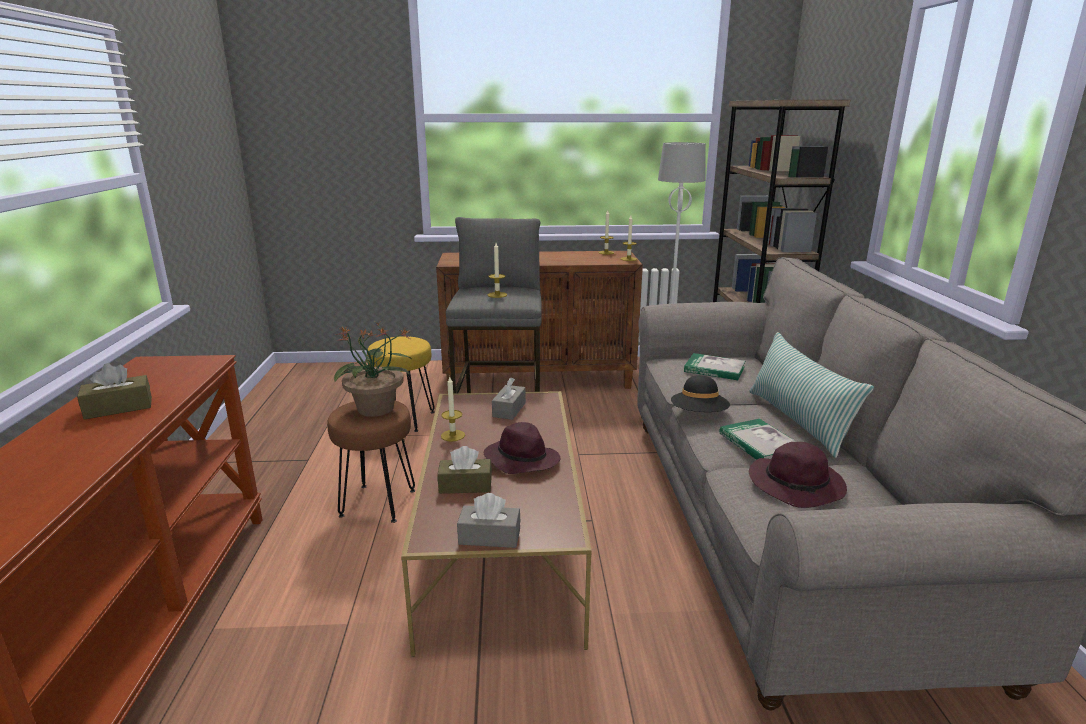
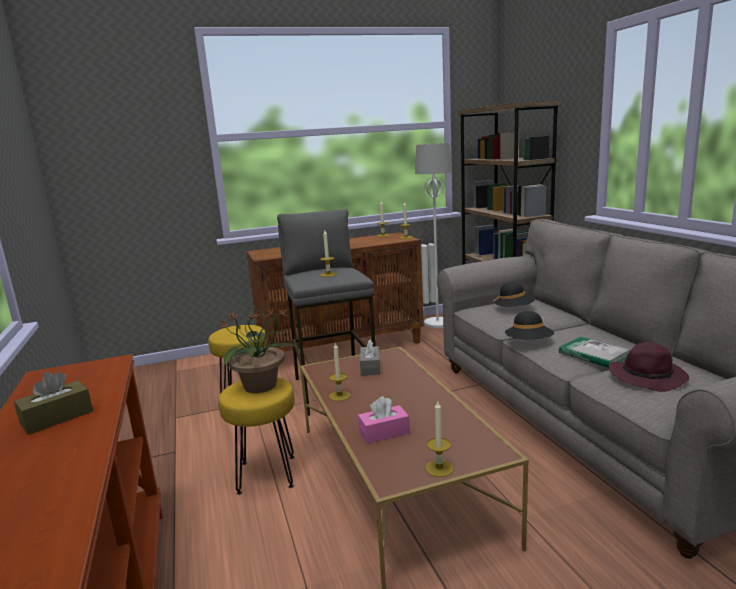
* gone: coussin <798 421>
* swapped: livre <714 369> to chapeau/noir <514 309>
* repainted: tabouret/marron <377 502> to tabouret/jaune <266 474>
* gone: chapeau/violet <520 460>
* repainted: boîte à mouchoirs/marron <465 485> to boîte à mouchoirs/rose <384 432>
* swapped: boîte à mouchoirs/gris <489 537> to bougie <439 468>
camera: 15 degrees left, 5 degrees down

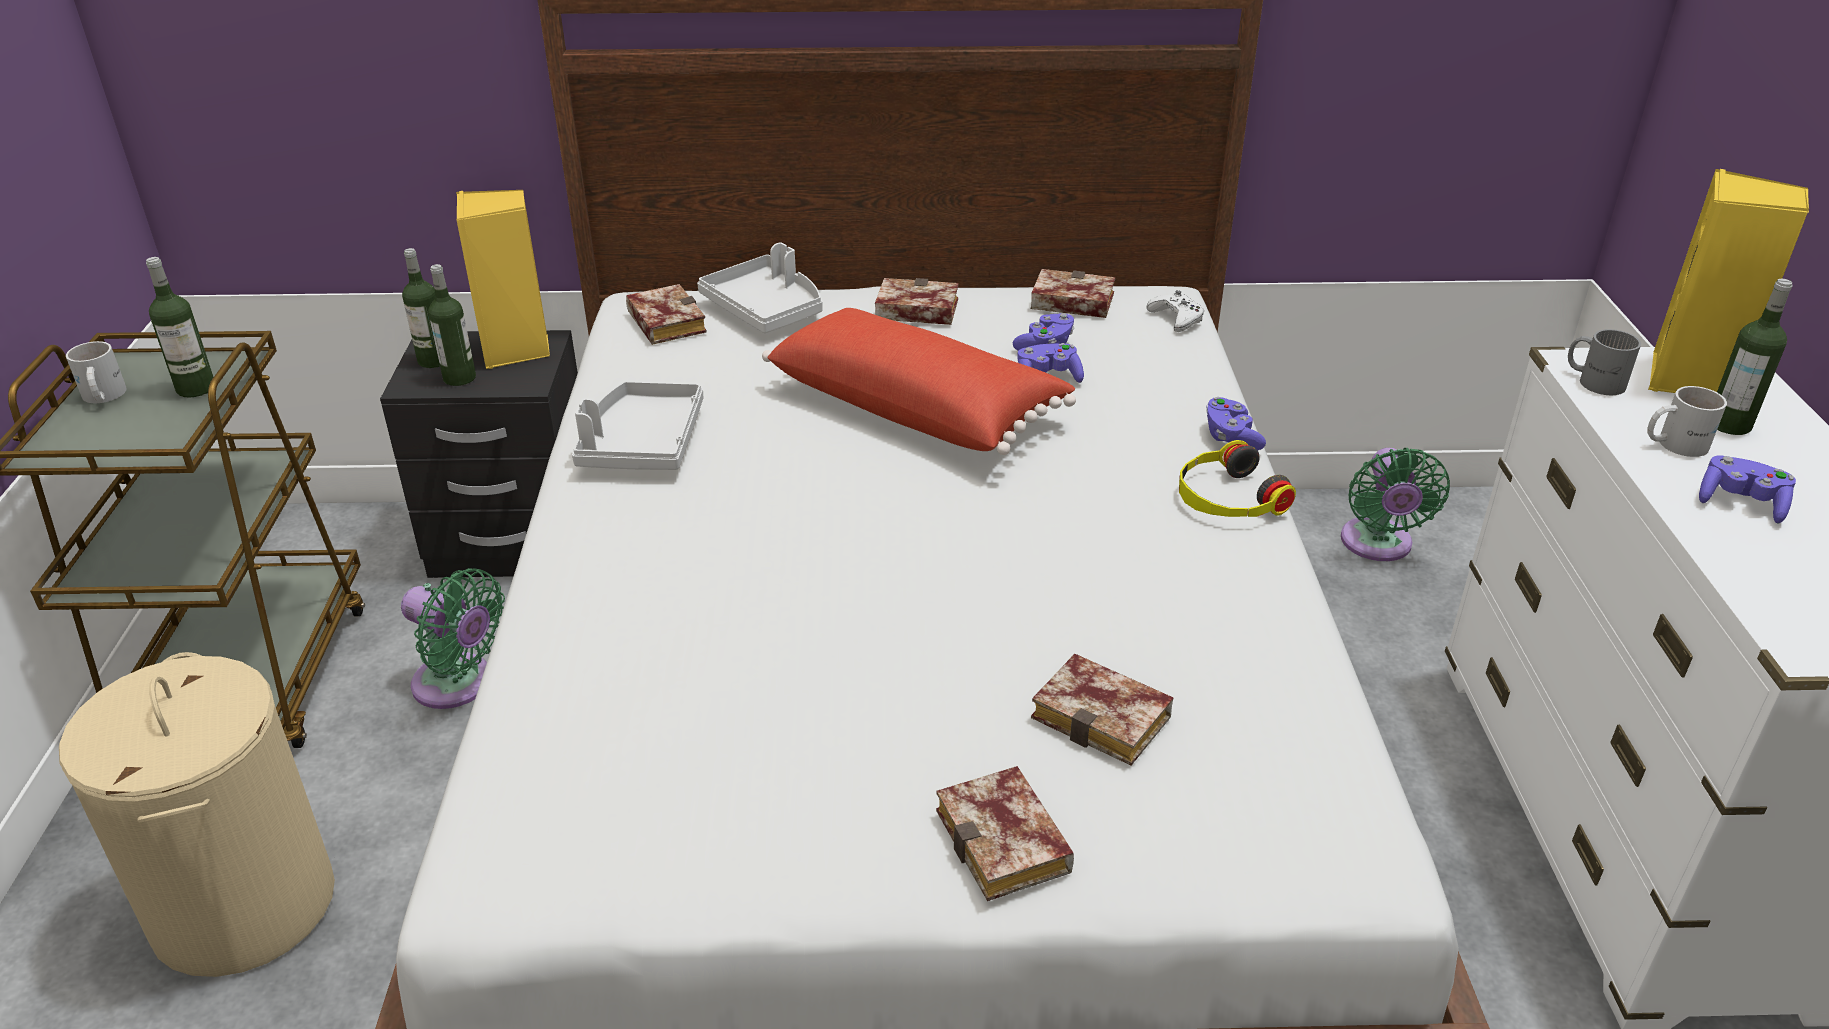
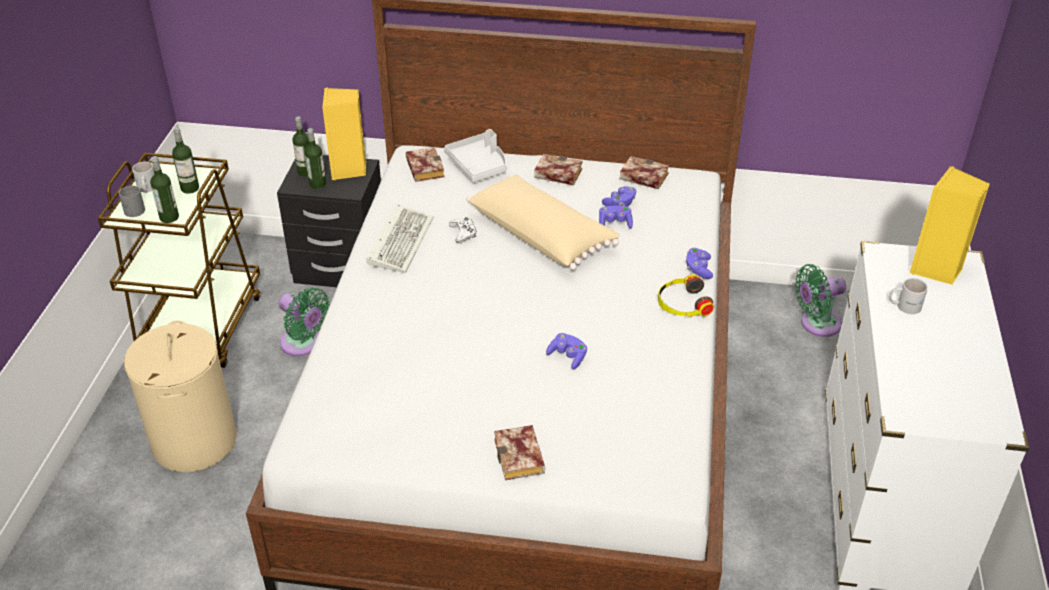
* shifted: bouteille <1729 424> to <169 217>
* shifted: manette/blanc <1176 318> to <463 233>
* repainted: coussin/rouge <917 408> to coussin/beige <542 234>
* shifted: mug/gris <1594 380> to <133 208>
* swapped: plateau/gris <642 443> to clavier <400 240>
* rotated: ventilateur/vert <1377 545> = <816 324> 60 degrees clockwise
* shifted: manette/violet <1740 503> to <568 356>
* gone: livre <1107 718>
camera: 10 degrees right, 5 degrees up

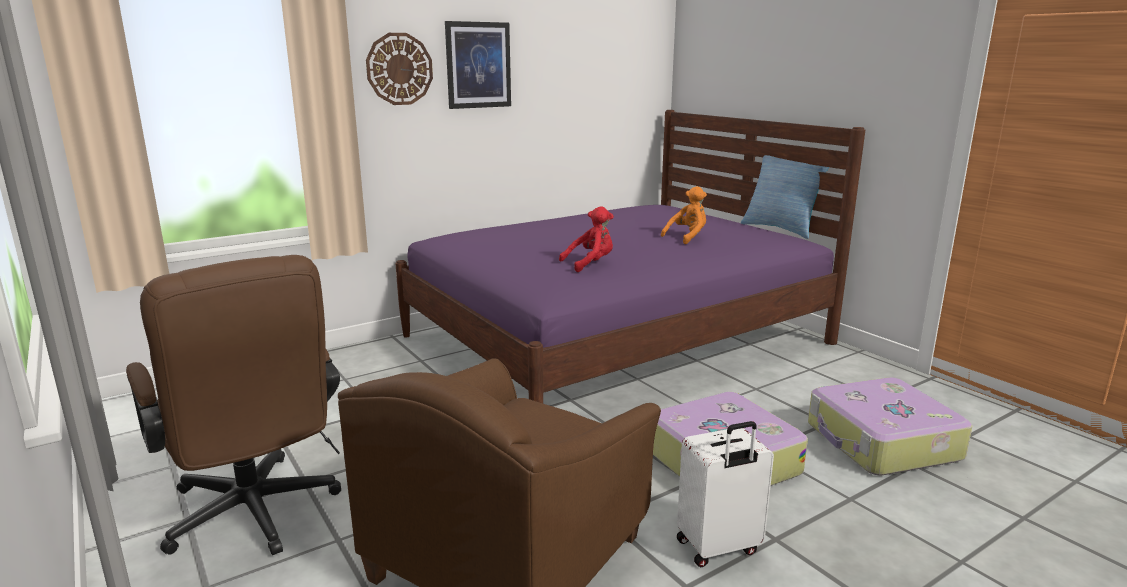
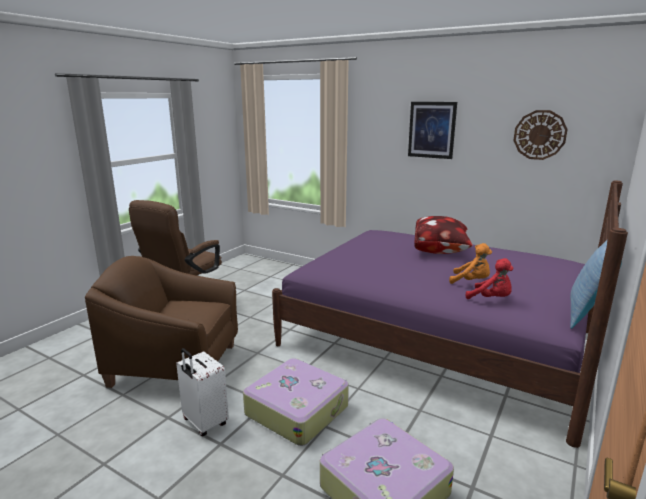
* shifted: horloge murale <399 69> to <539 135>
* shifted: peluche/rouge <590 264> to <491 299>
* new: coussin <440 251>
camera: 65 degrees right, 0 degrees up

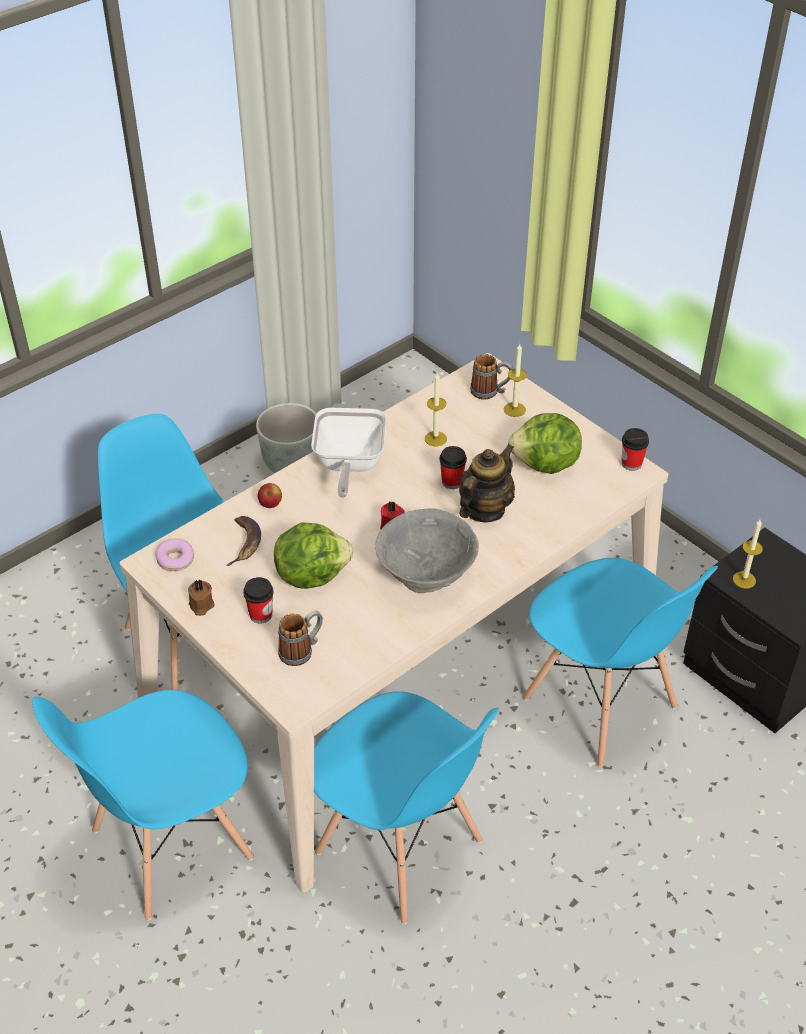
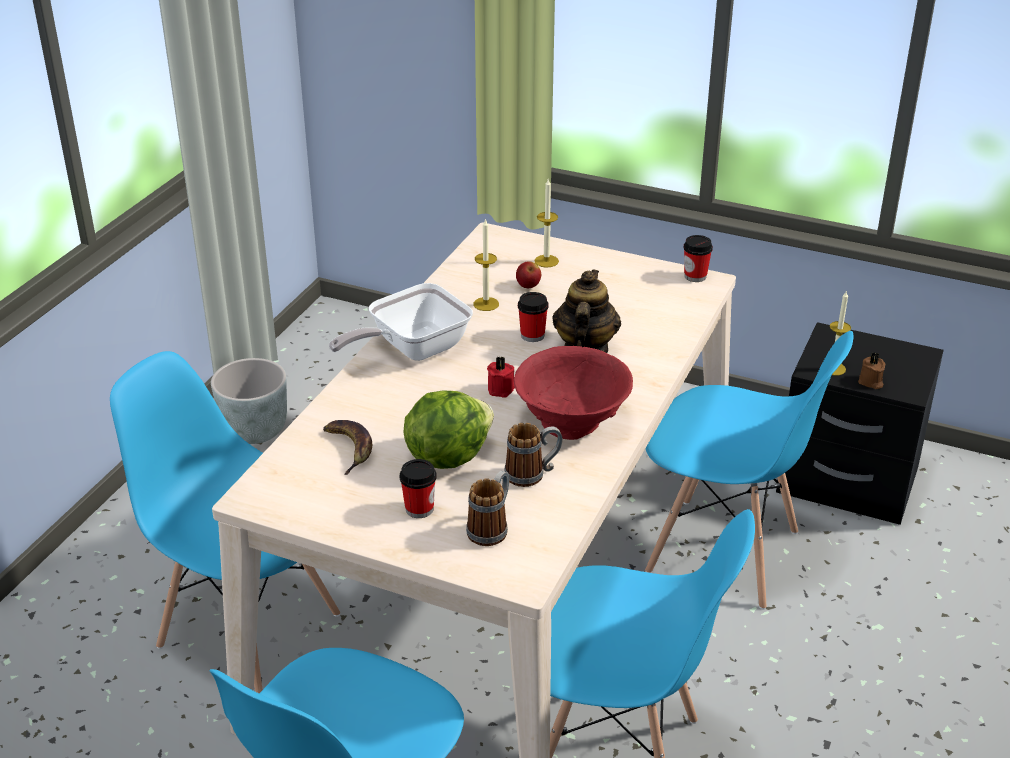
* shifted: mug <490 392> to <533 474>
* rotated: poêle <348 465> = <412 349> 75 degrees clockwise
* gone: laitue <545 465>
* shifted: pomme <270 504> to <528 286>
* repainted: bol/gris <426 576> to bol/rouge <572 422>
* gone: beignet <175 560>
* shifted: bougie/marron <201 605> to <870 382>
camera: 25 degrees left, 10 degrees down

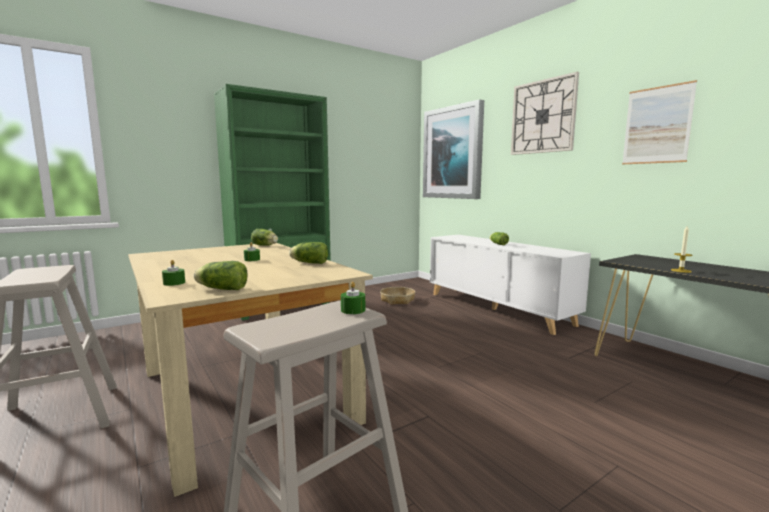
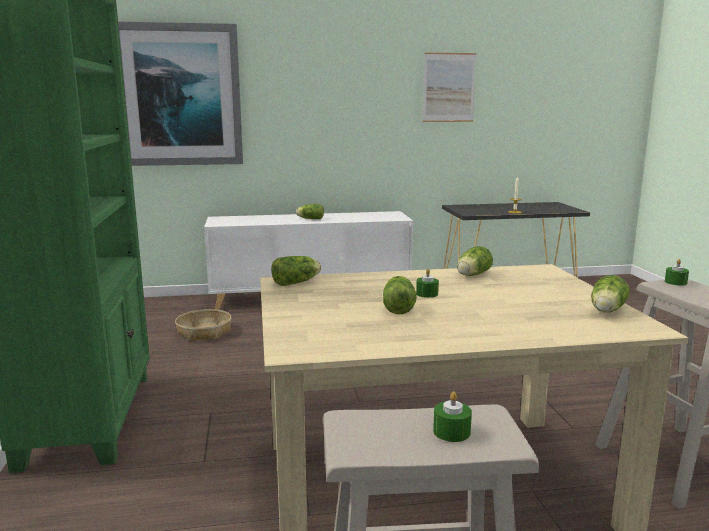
* gone: horloge murale <543 116>
* shifted: bougie/vert <174 283> to <451 432>
* new: laitue <398 307>
camera: 65 degrees left, 5 degrees up

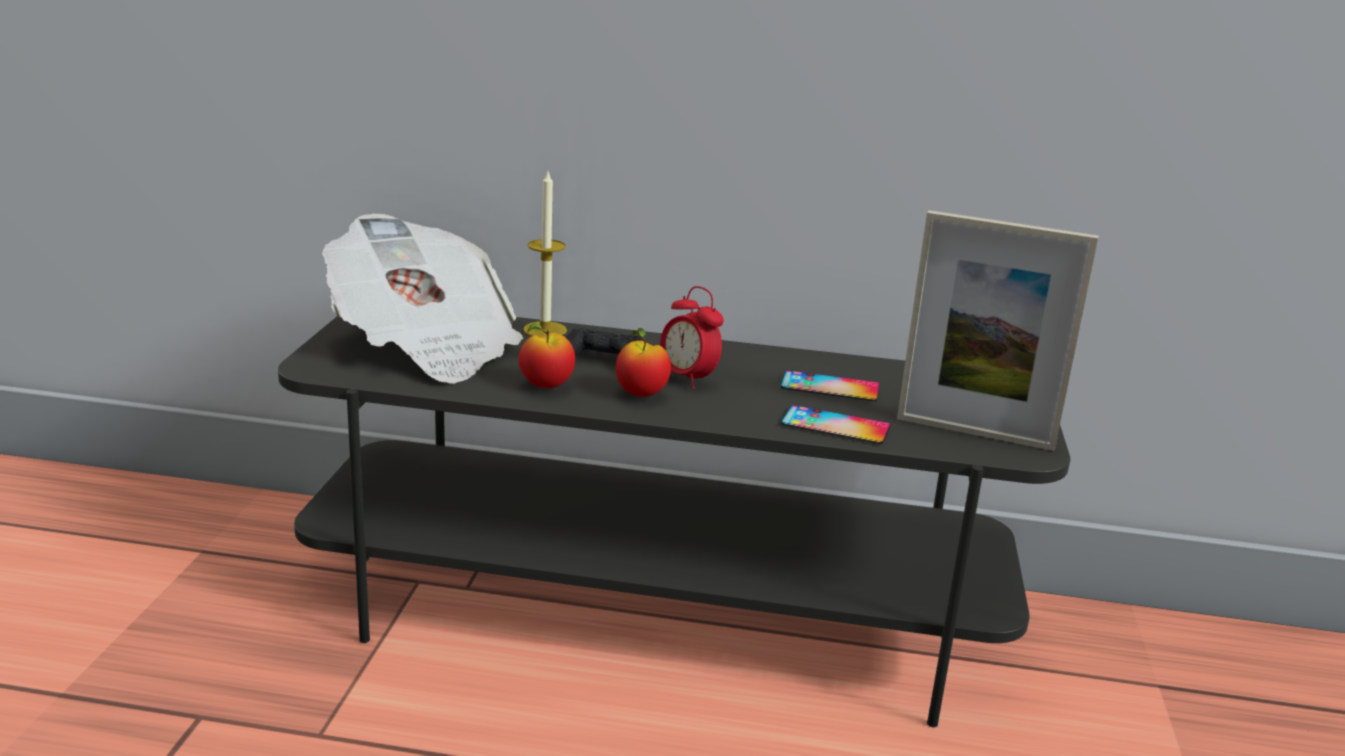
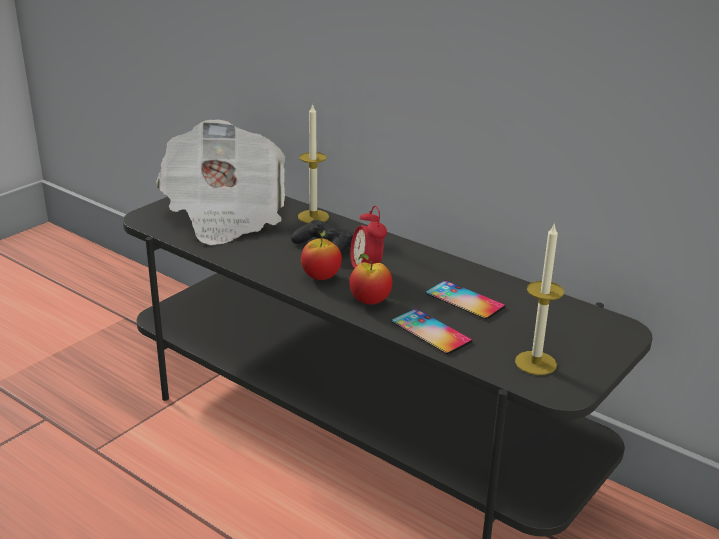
* swapped: cadre photo <974 432> to bougie <535 363>
* shifted: pomme <546 386> to <370 301>
camera: 30 degrees right, 5 degrees up

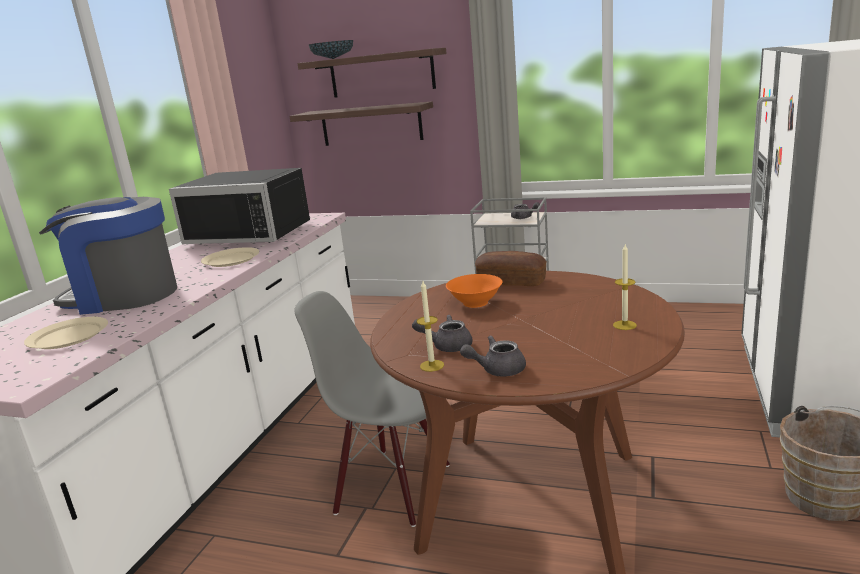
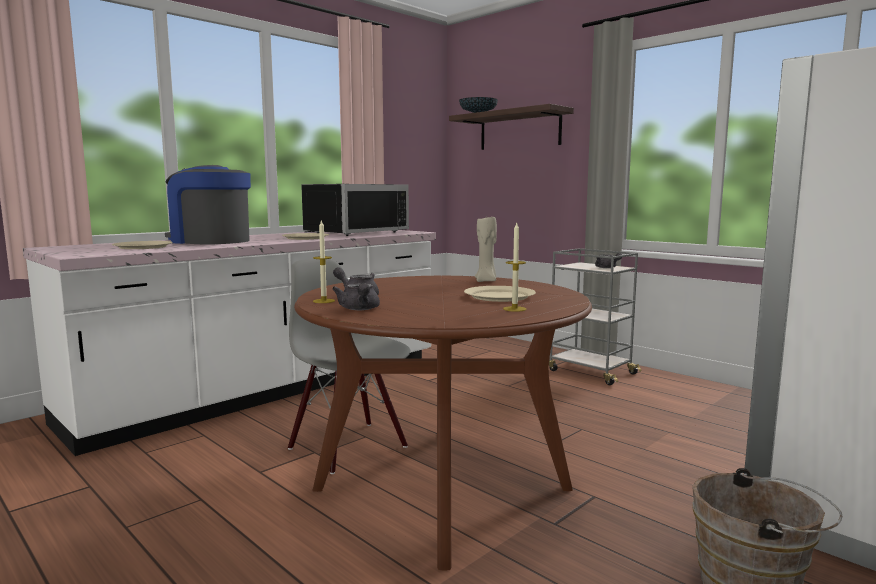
* gone: étagère <371 124>
* rotated: micro-ondes/noir <254 233> = <352 232> 90 degrees counterclockwise
* swapped: pain <511 282> to bougie/beige <486 281>
* gone: bol/orange <476 303>
* rotated: théière/gris <497 370> = <359 309> 120 degrees counterclockwise
* new: assiette/beige <499 296>
camera: 25 degrees right, 10 degrees down

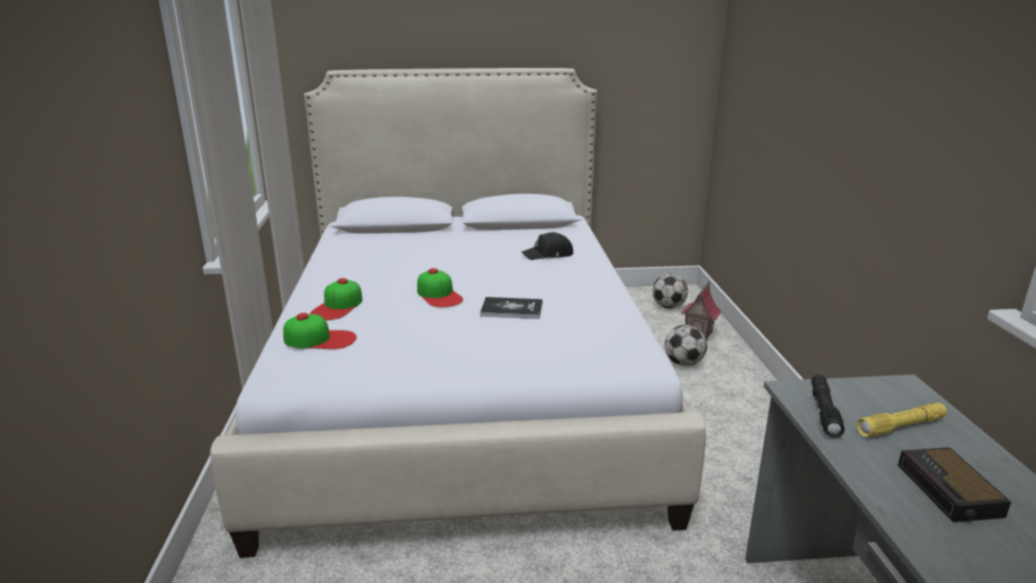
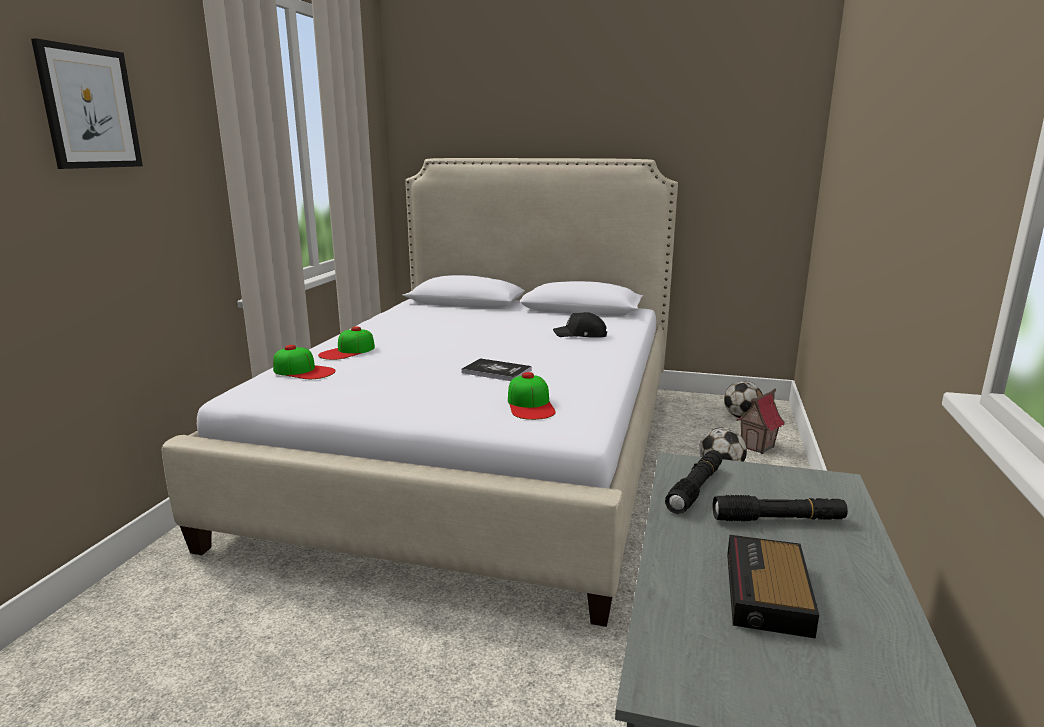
* shifted: casquette <439 295> to <530 405>
* repainted: lampe de poche/jaune <901 427> to lampe de poche/noir <778 519>
* new: tableau <89 108>
camera: 20 degrees right, 5 degrees down

